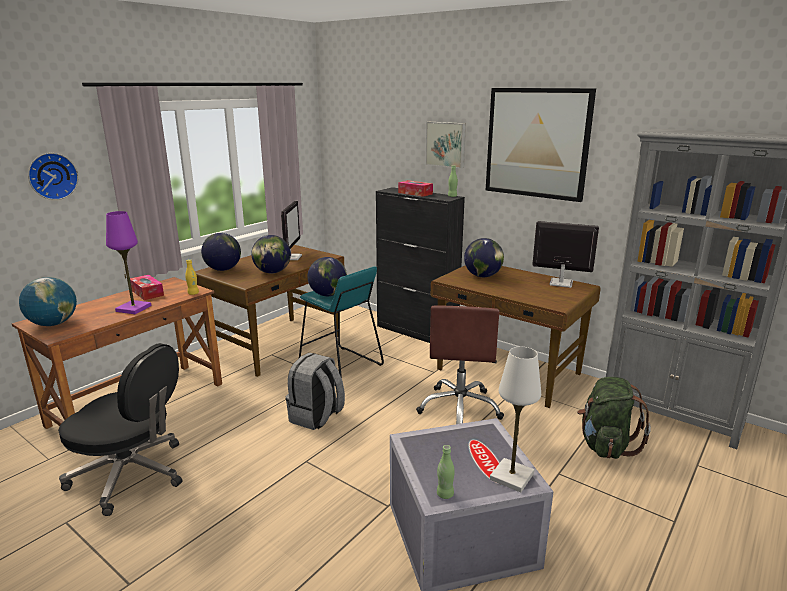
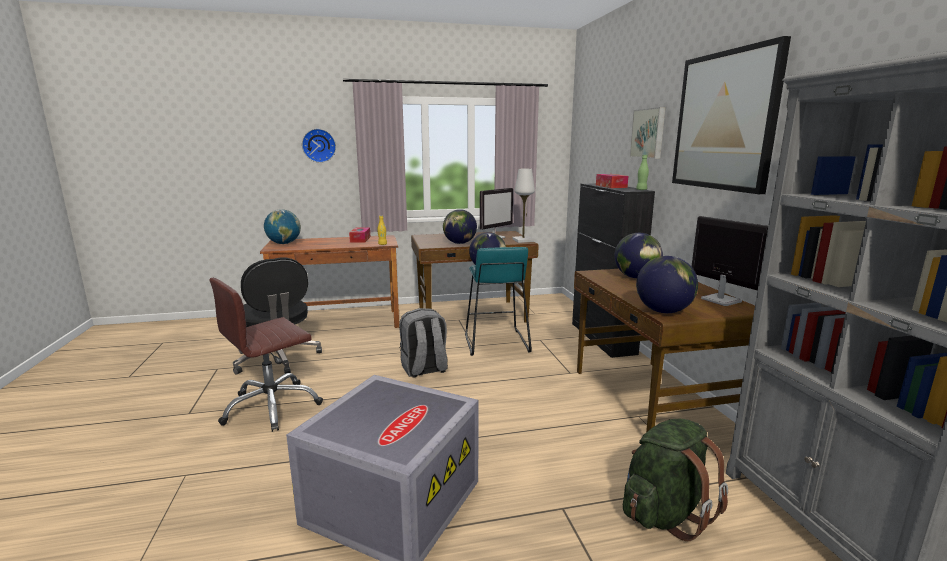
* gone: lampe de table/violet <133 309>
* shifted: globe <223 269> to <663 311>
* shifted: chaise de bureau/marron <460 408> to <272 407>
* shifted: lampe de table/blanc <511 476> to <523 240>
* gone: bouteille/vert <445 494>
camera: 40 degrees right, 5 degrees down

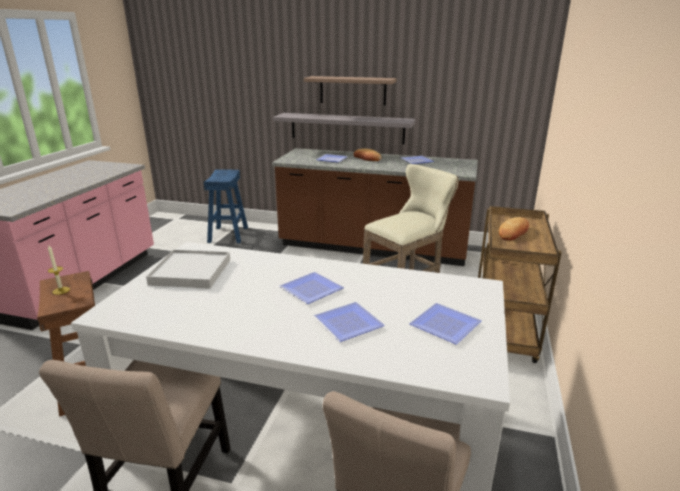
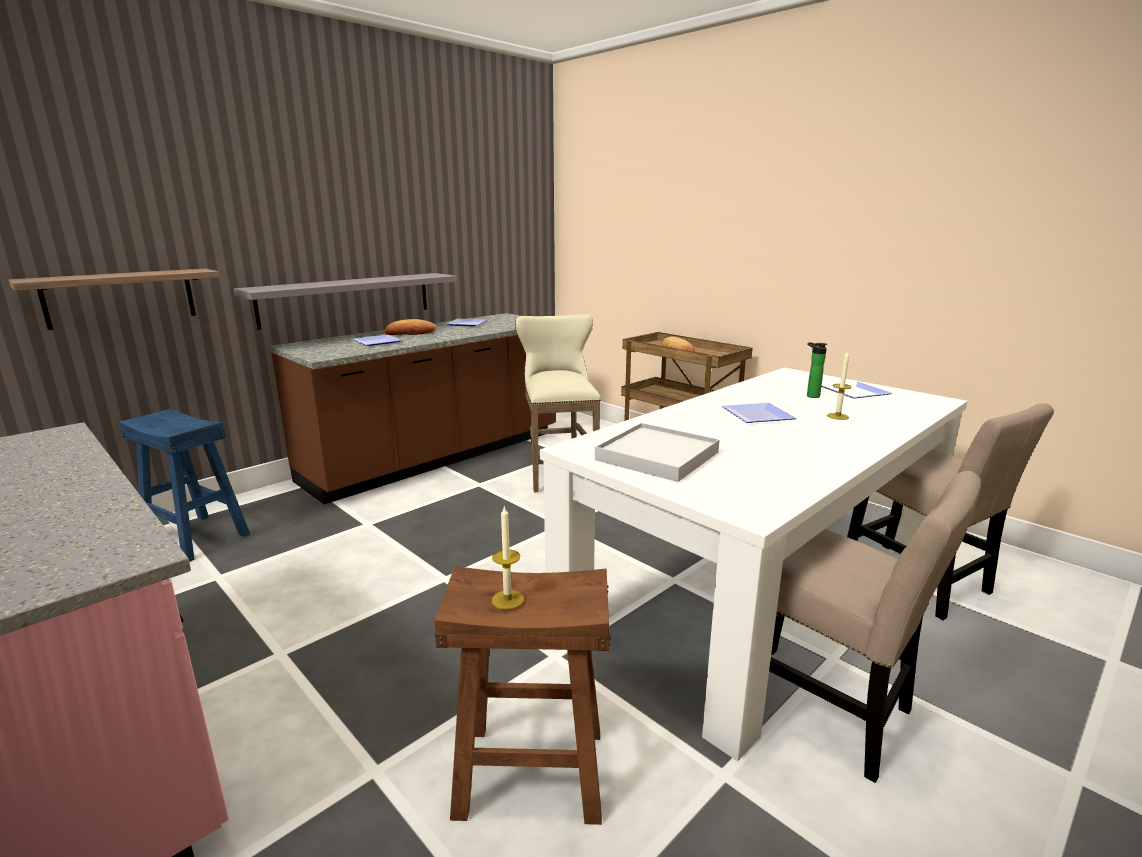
* shifted: étagère <352 90> to <120 298>
* swapped: assiette <345 323> to bougie <837 416>
* new: bouteille <811 396>
camera: 60 degrees left, 5 degrees down

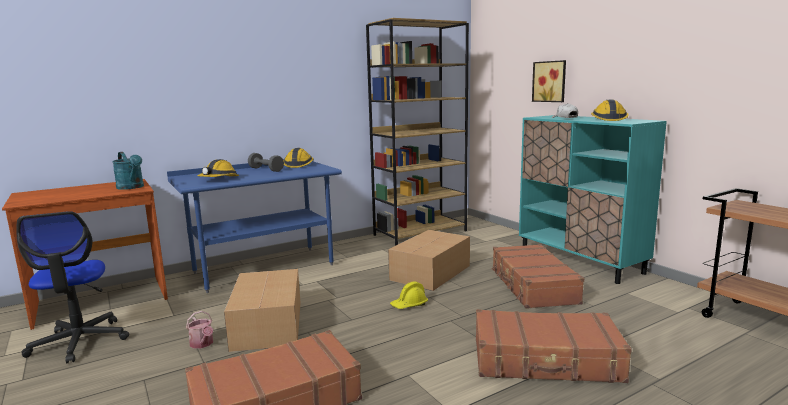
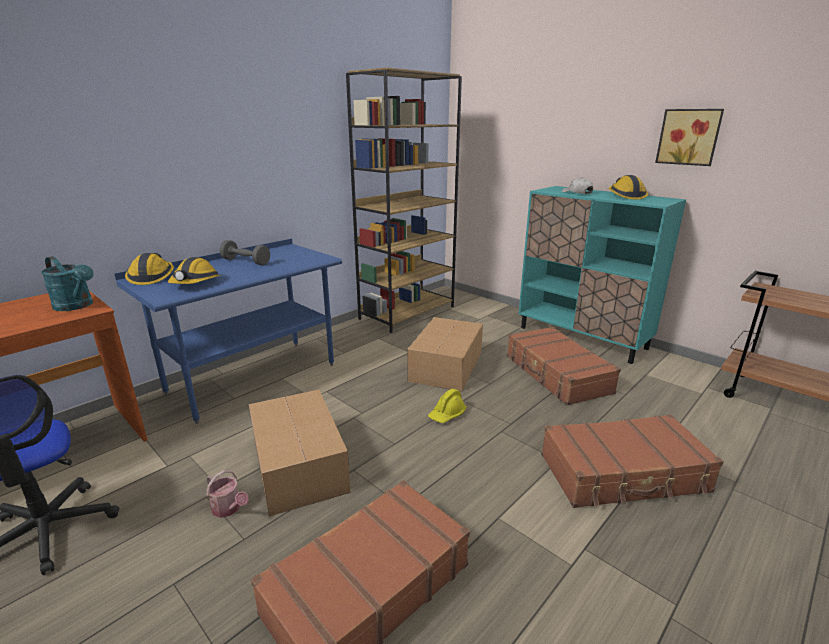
* shifted: tableau <550 81> to <689 137>
* shifted: casque de chantier <298 165> to <152 277>
camera: 15 degrees left, 10 degrees up

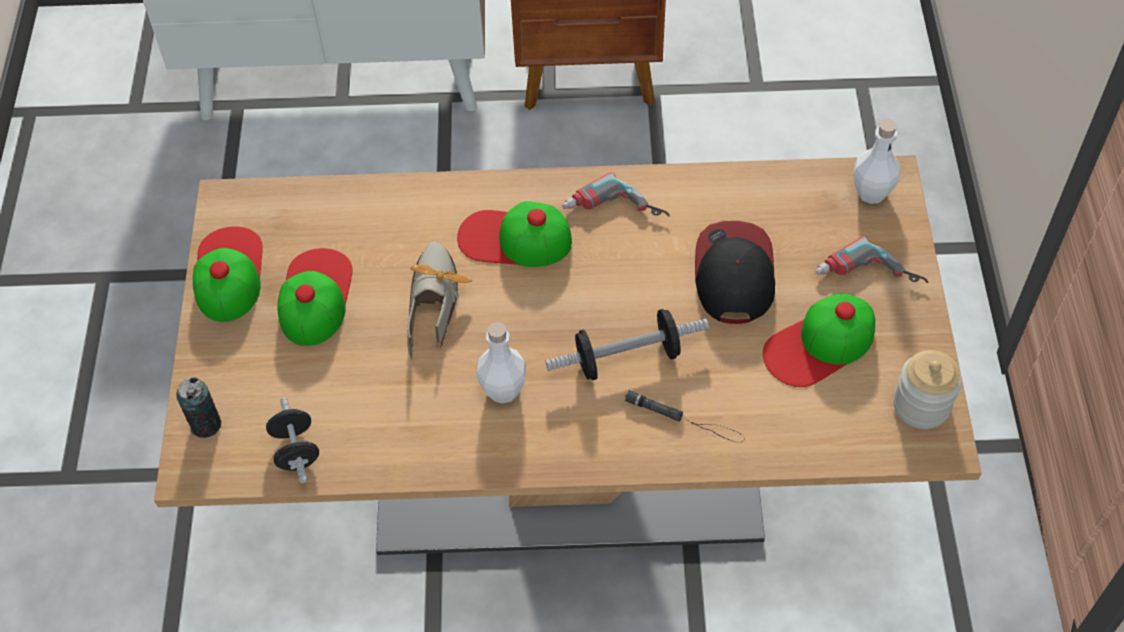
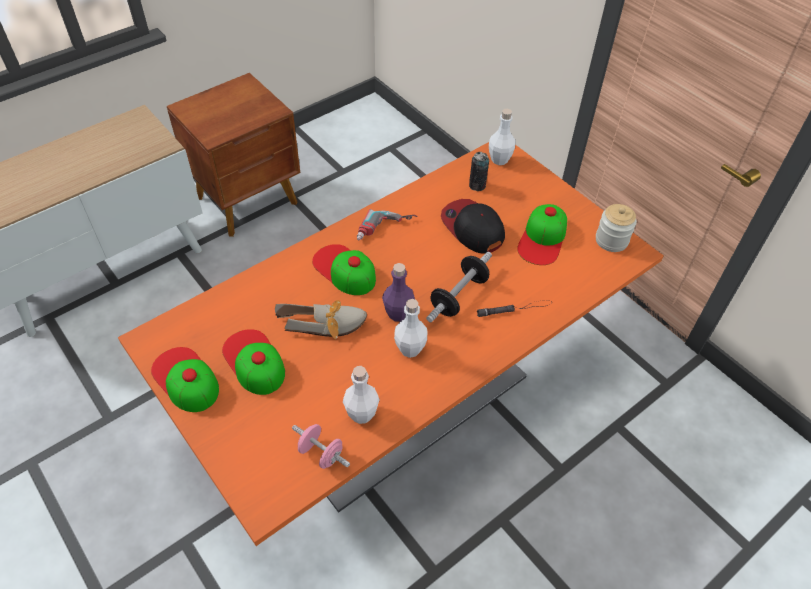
* repainted: table à manger/beige <567 467> to table à manger/orange <402 401>
* rotated: casquette <514 239> = <344 270> 75 degrees clockwise
* gone: perceuse <868 280>
* rotated: chaussure <433 299> = <327 324> 120 degrees clockwise
* shifted: boîte métallique <206 424> to <477 185>
* repainted: haltère/noir <296 450> to haltère/rose <321 453>
* new: bouteille/violet <398 314>
* new: bouteille/blanc <361 414>
camera: 40 degrees left, 5 degrees down

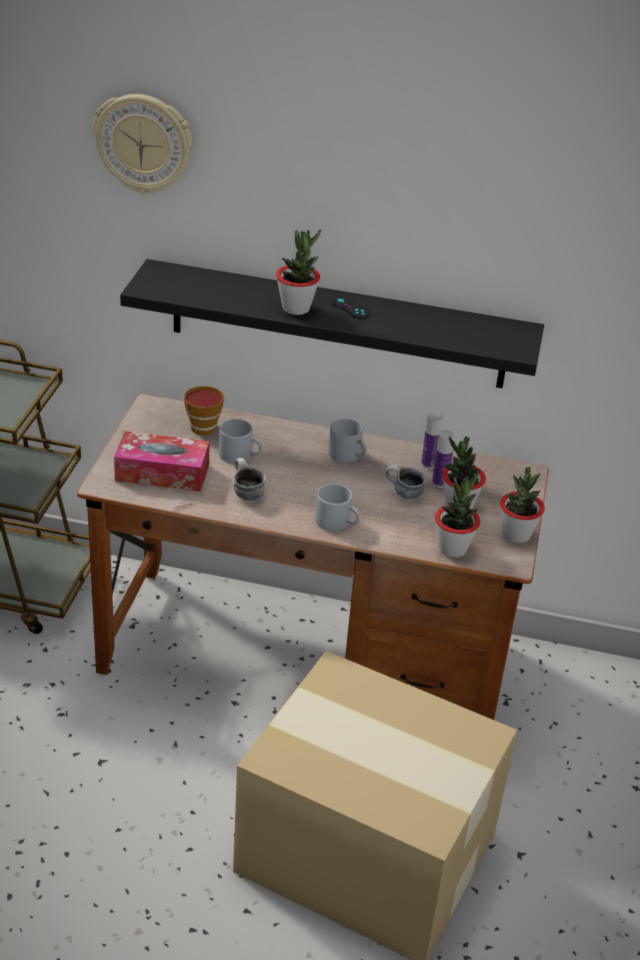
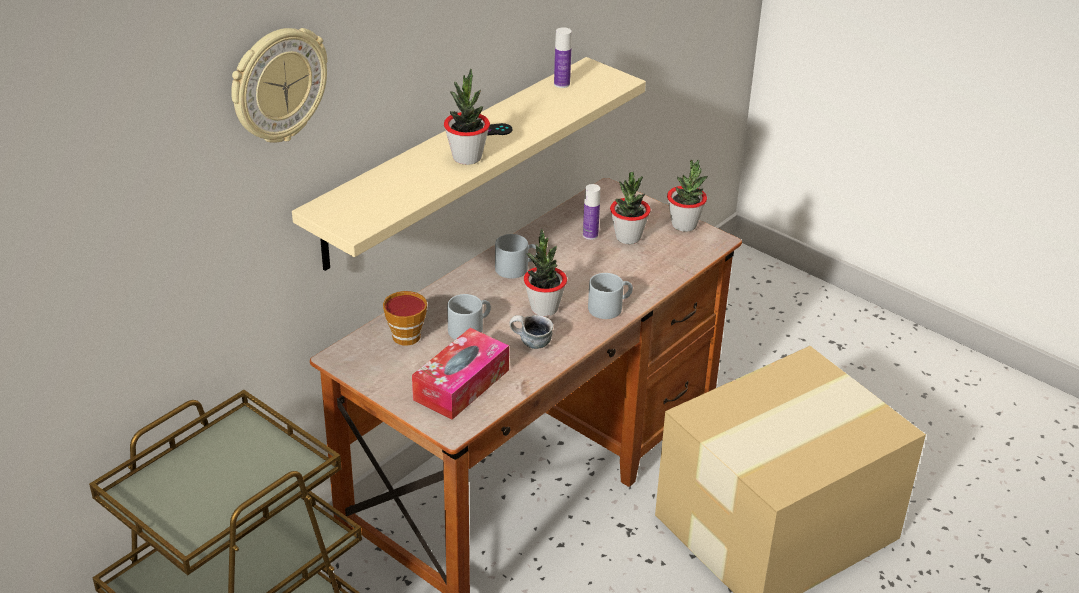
* repainted: étagère/noir <338 325> to étagère/beige <453 161>
* shifted: bouteille <429 464> to <561 84>
* gone: mug <403 494>
* shifted: plante en pot <453 548> to <544 308>
camera: 60 degrees left, 0 degrees up

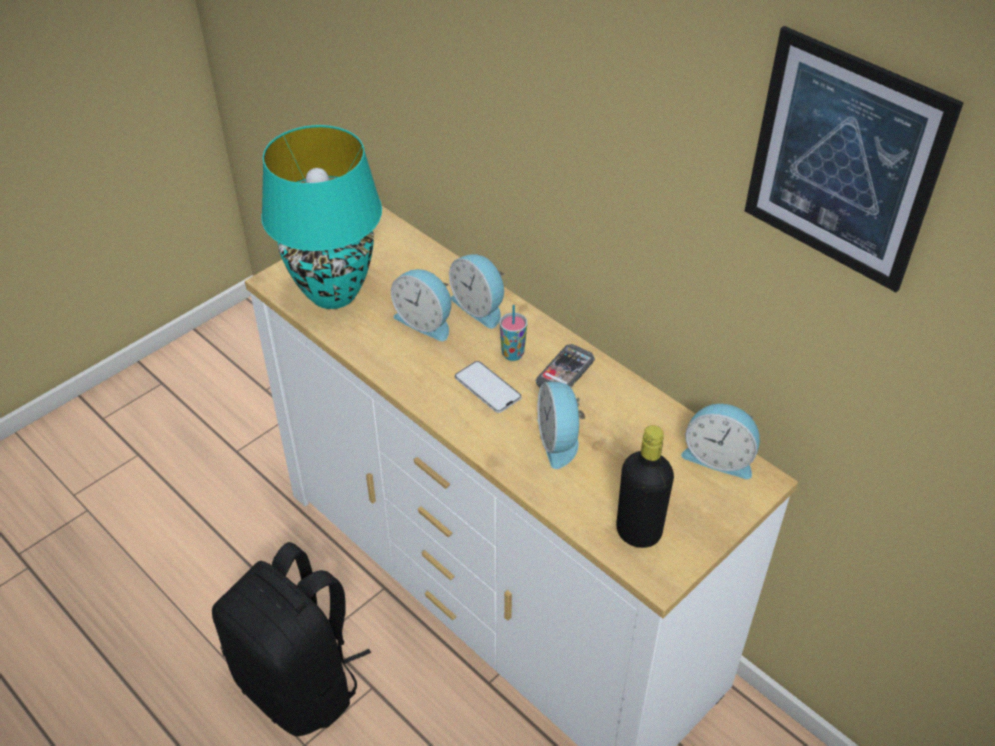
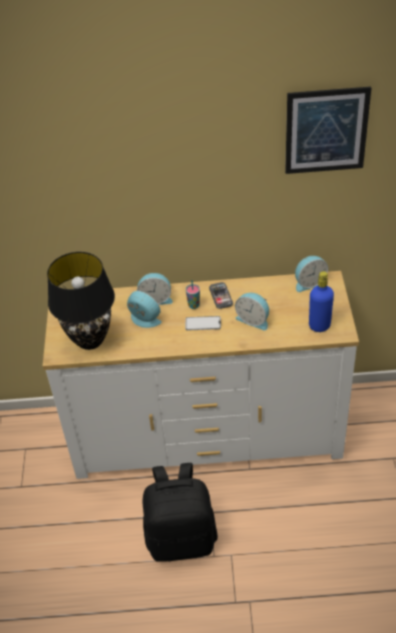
* repainted: lampe de table/turquoise <332 294> to lampe de table/noir <89 340>
* rotated: réveil <425 321> = <143 320> 135 degrees counterclockwise
* repainted: bouteille/noir <638 532> to bouteille/bleu <319 326>
camera: 45 degrees left, 0 degrees up

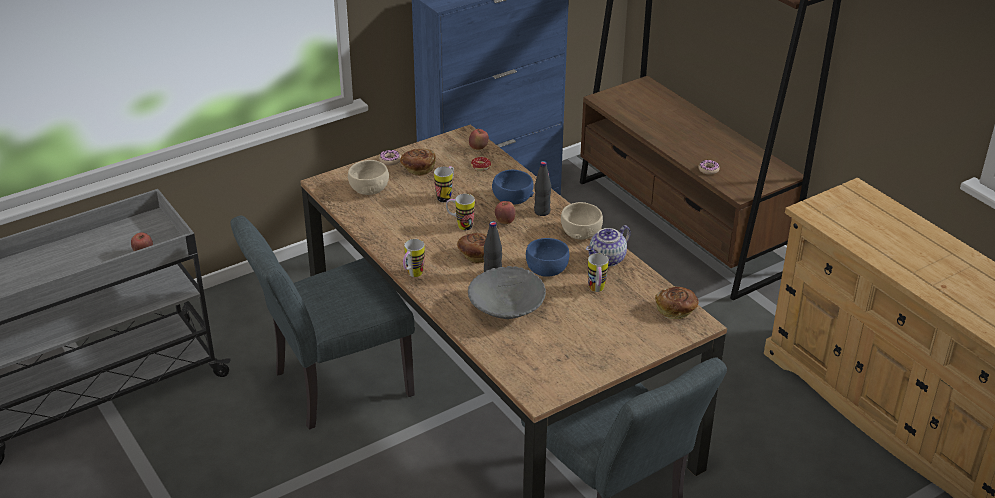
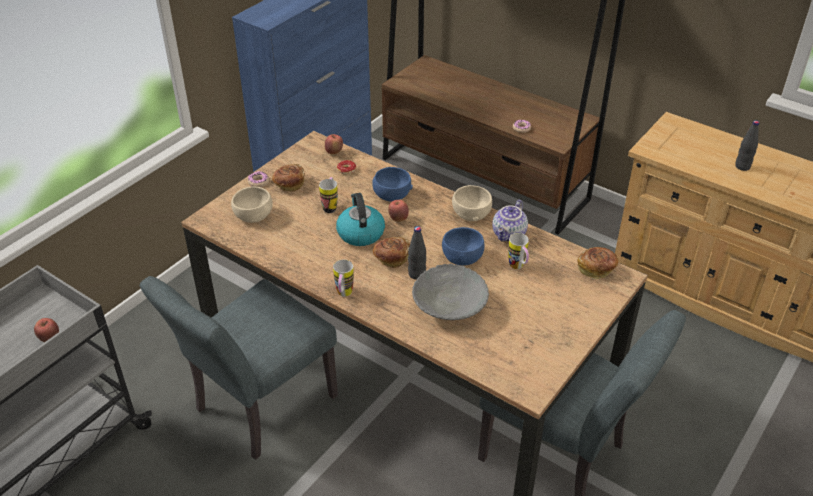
* shifted: bouteille/noir <542 212> to <742 166>
* swapped: mug <460 226> to bouilloire <360 233>
camera: 20 degrees left, 5 degrees up

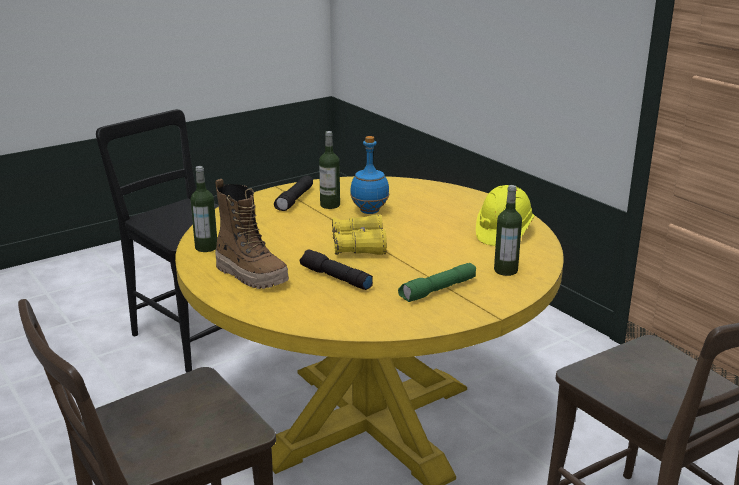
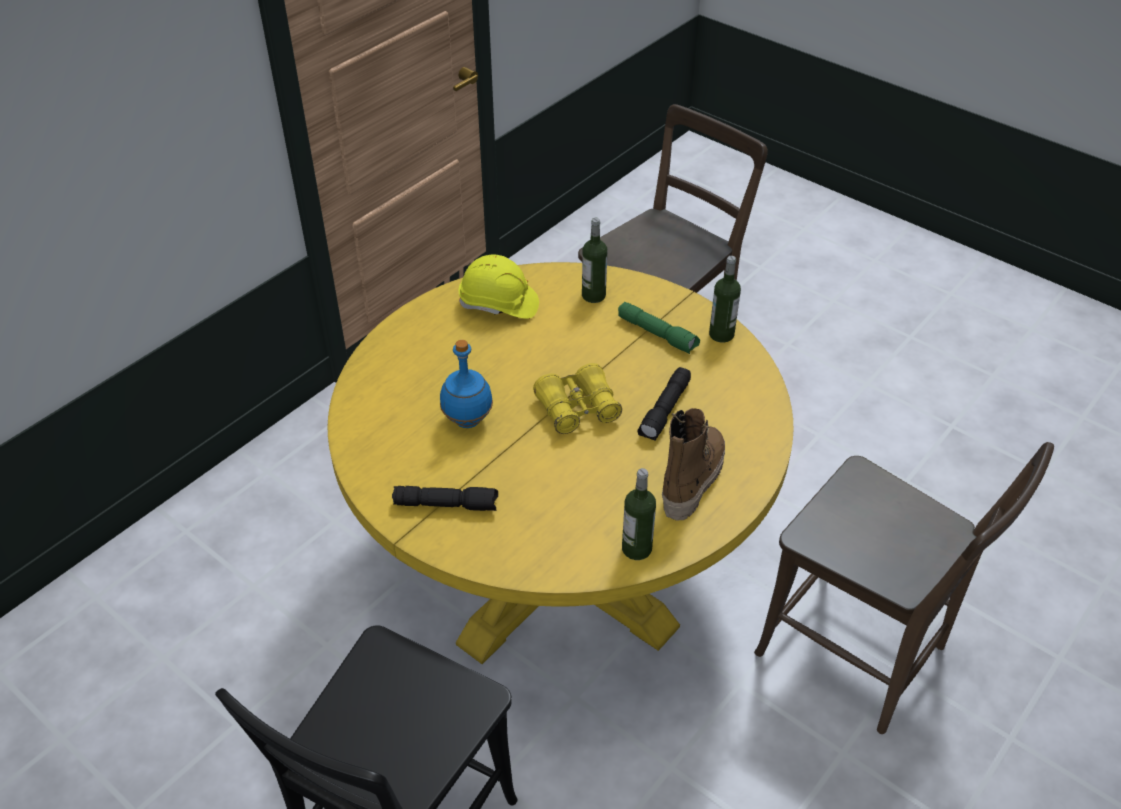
* shifted: bouteille <330 205> to <721 334>
camera: 105 degrees left, 20 degrees up

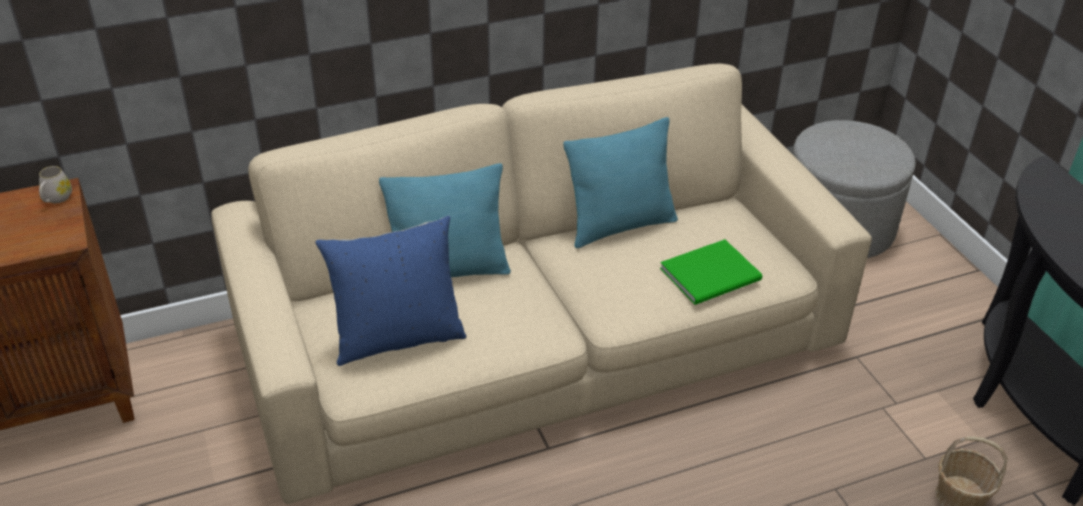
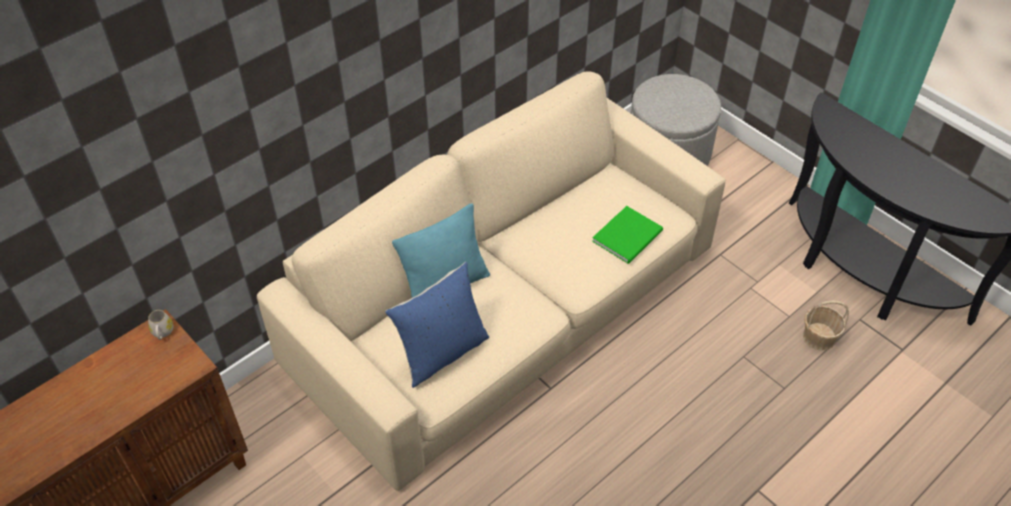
* gone: coussin/turquoise <620 226>
camera: 20 degrees left, 10 degrees up

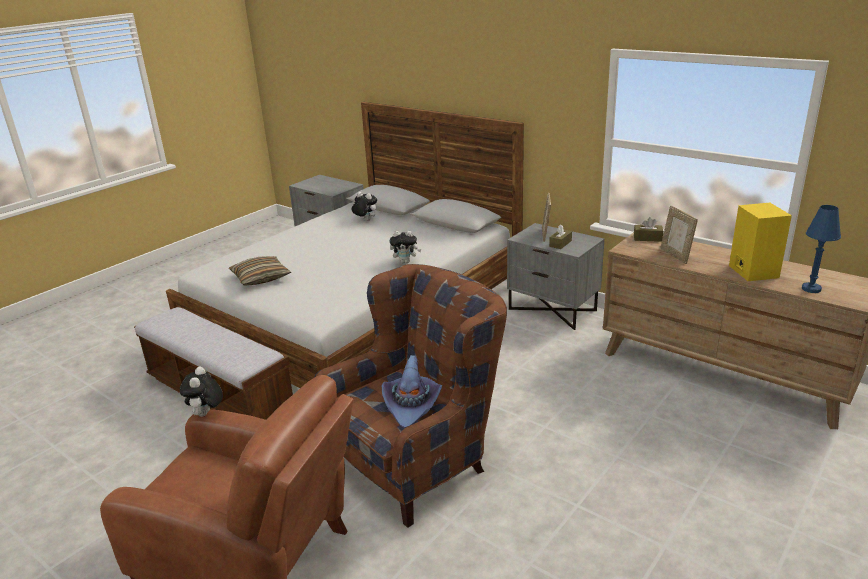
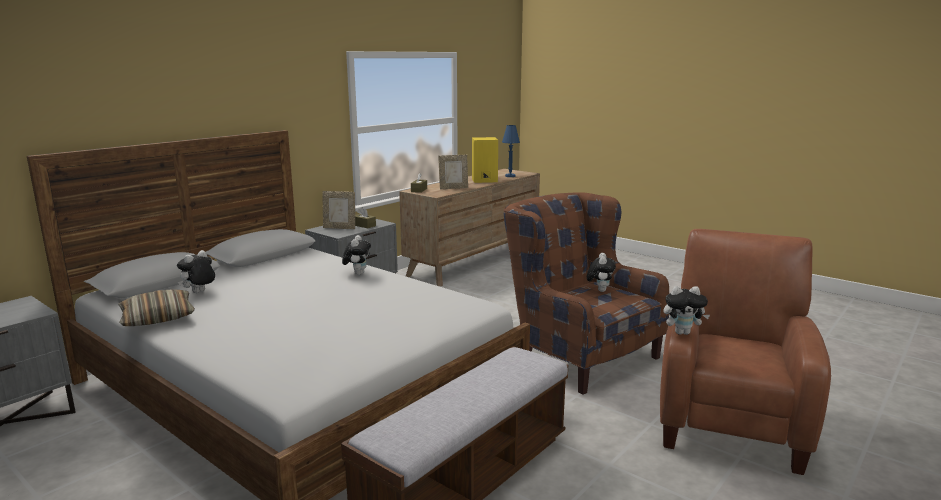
* shifted: coussin <261 278> to <157 317>
* swapped: chapeau/violet <412 405> to peluche <600 290>
camera: 90 degrees left, 10 degrees down

